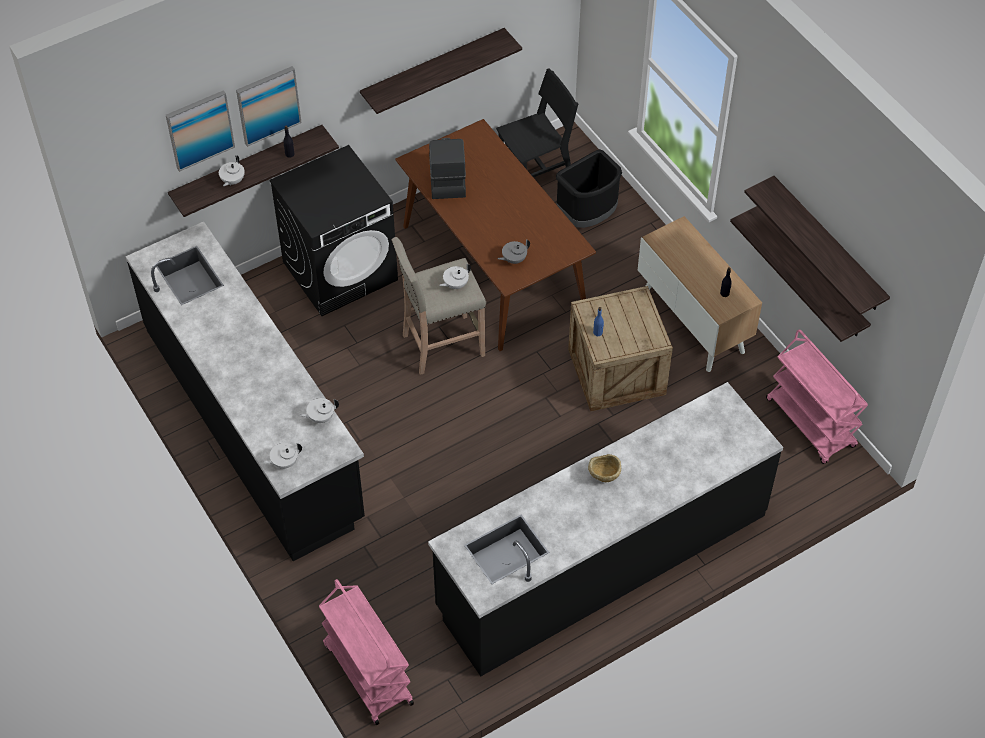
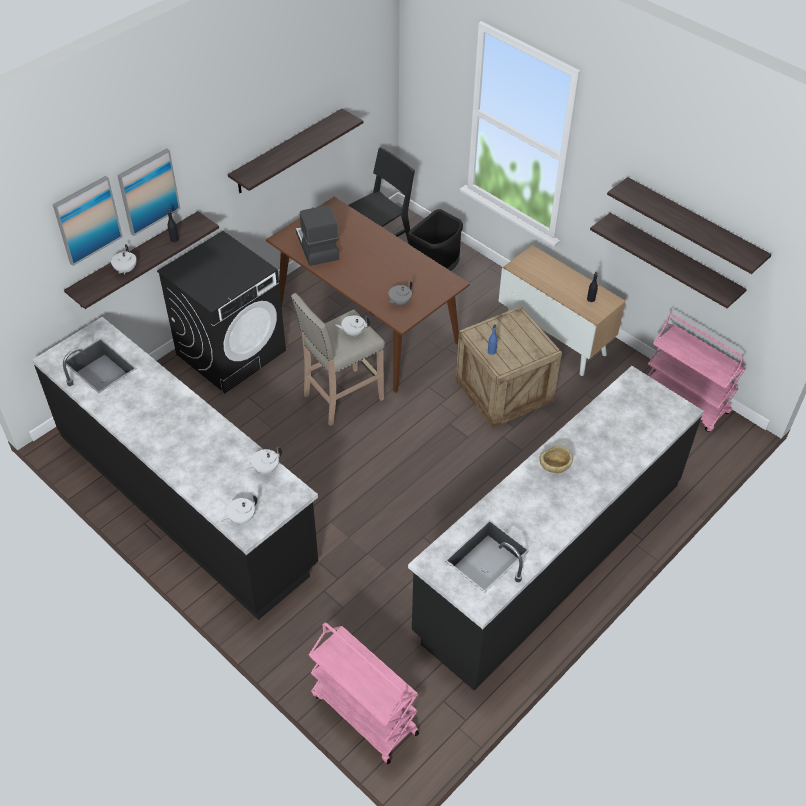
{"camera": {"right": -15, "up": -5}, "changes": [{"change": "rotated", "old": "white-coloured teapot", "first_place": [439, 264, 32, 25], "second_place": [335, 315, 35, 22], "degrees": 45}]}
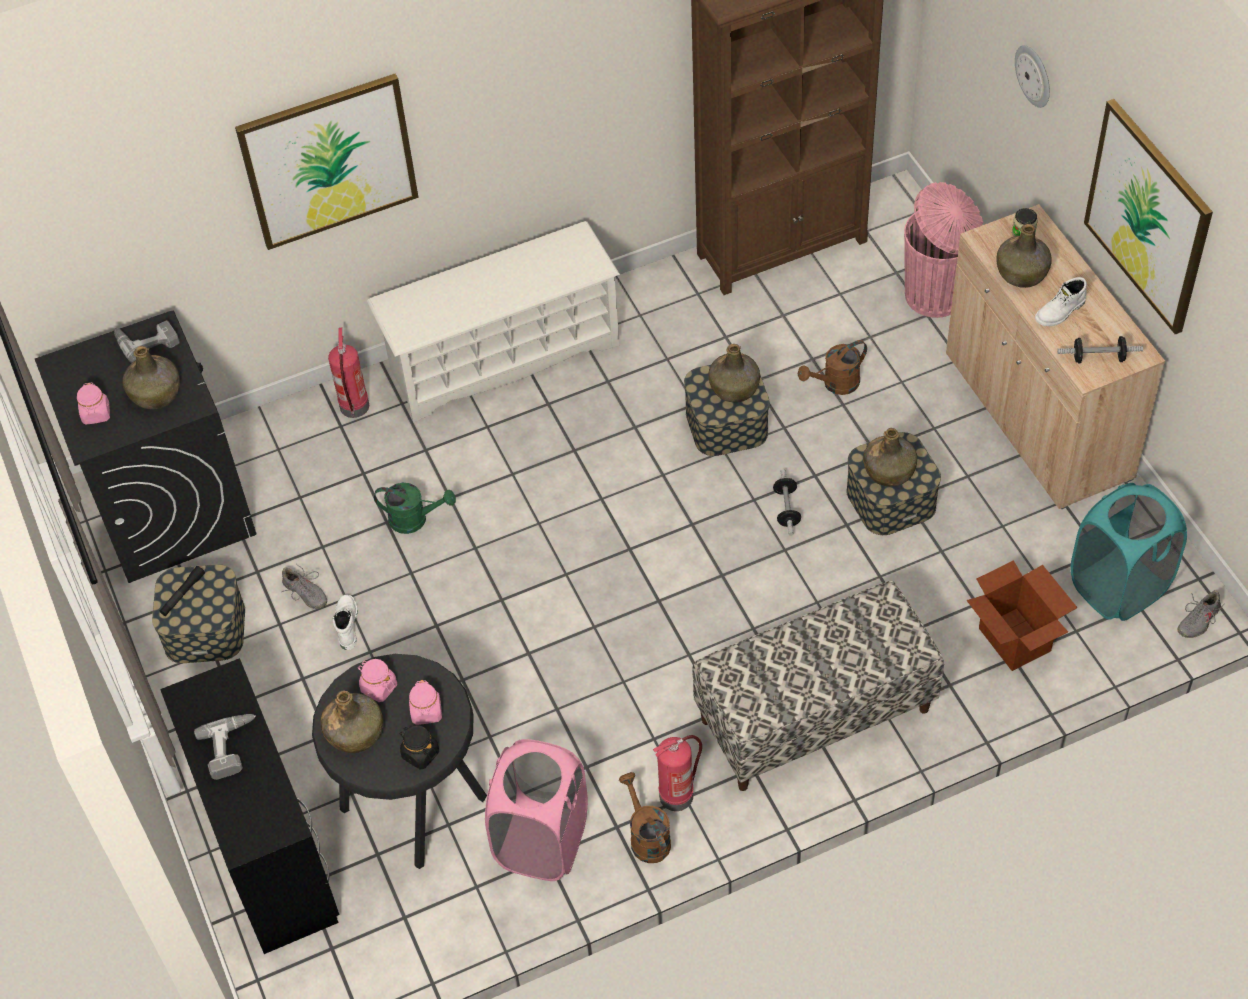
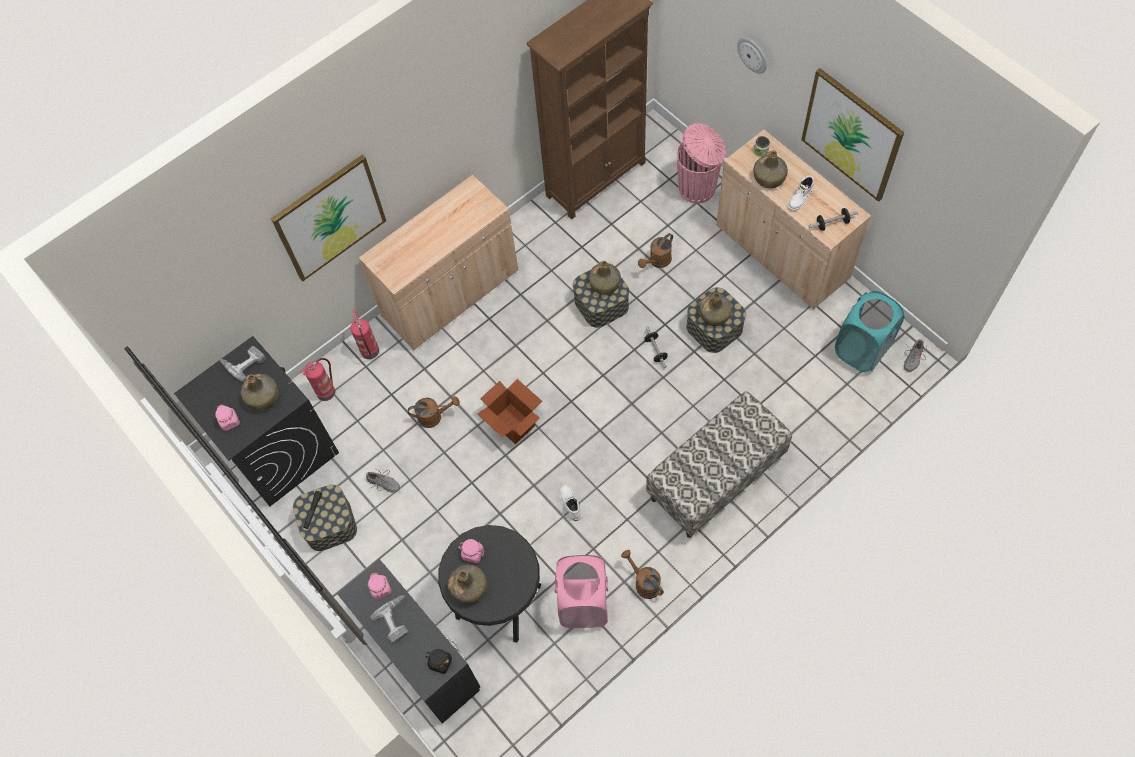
{"camera": {"right": -15, "up": 10}, "changes": [{"change": "shifted", "old": "fire-fighting cylinder", "first_place": [653, 735, 49, 76], "second_place": [301, 358, 34, 43]}, {"change": "swapped", "old": "white-coloured shoe rack", "new": "beige cupboard", "first_place": [367, 221, 253, 201], "second_place": [359, 175, 159, 175]}, {"change": "shifted", "old": "pinkish storage jar", "first_place": [409, 680, 33, 45], "second_place": [368, 573, 24, 27]}, {"change": "repainted", "old": "greenish sprinkling can", "new": "brown-coloured sprinkling can", "first_place": [374, 483, 82, 51], "second_place": [408, 396, 52, 32]}, {"change": "shifted", "old": "black-coloured storage jar", "first_place": [399, 725, 40, 44], "second_place": [425, 649, 27, 25]}, {"change": "shifted", "old": "packing box", "first_place": [966, 560, 112, 111], "second_place": [477, 379, 65, 65]}, {"change": "shifted", "old": "white-coloured boot", "first_place": [333, 595, 25, 55], "second_place": [560, 485, 22, 36]}]}
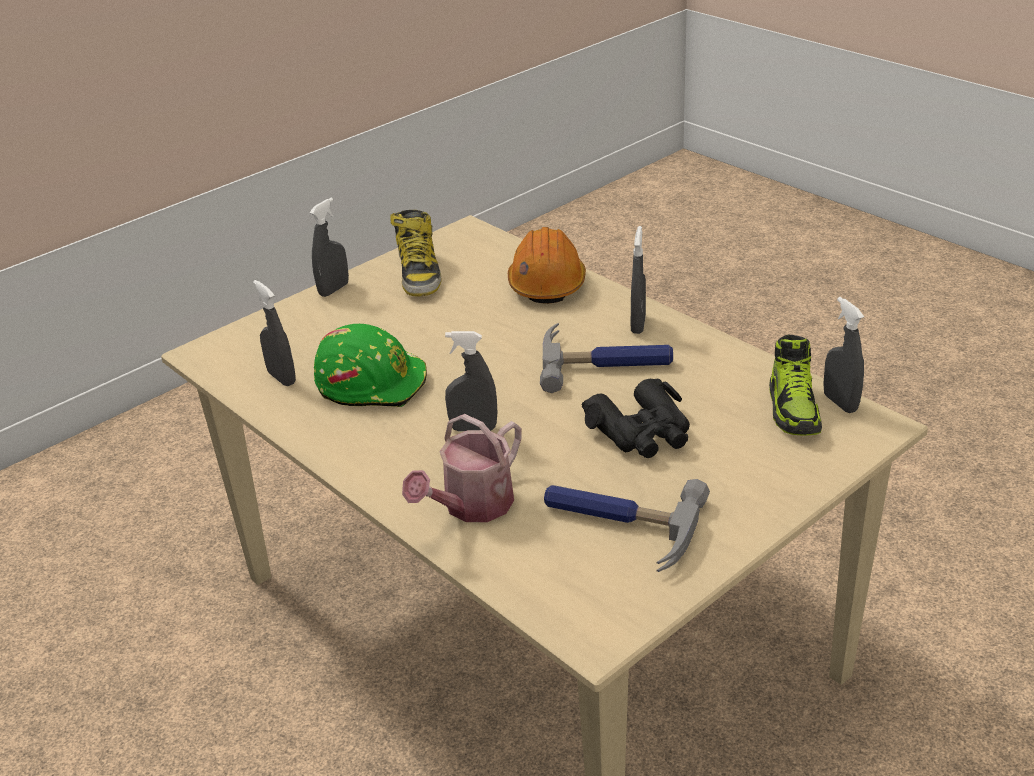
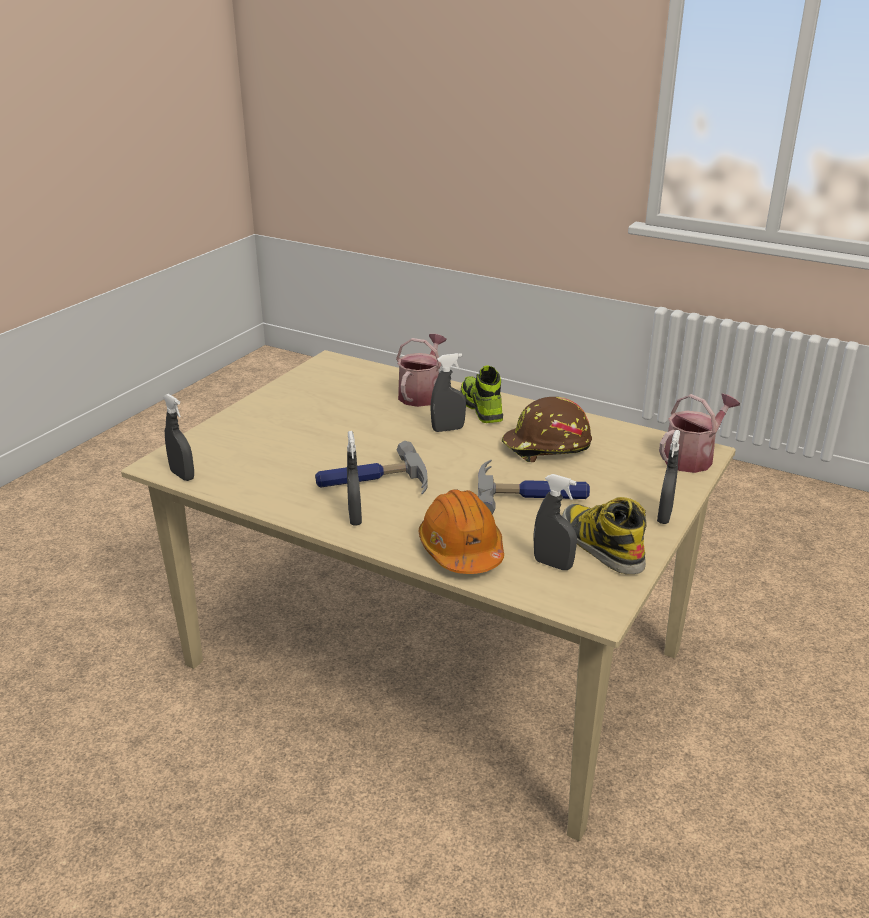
{"camera": {"right": 160, "up": -5}, "changes": [{"change": "shifted", "old": "low shoe", "first_place": [769, 334, 53, 102], "second_place": [460, 365, 43, 58]}, {"change": "shifted", "old": "hammer", "first_place": [544, 479, 166, 93], "second_place": [478, 460, 112, 54]}, {"change": "repainted", "old": "greenish work helmet", "new": "brown-coloured work helmet", "first_place": [314, 324, 113, 83], "second_place": [502, 397, 90, 65]}, {"change": "shifted", "old": "grey spray bottle", "first_place": [253, 280, 43, 106], "second_place": [534, 474, 43, 96]}, {"change": "new", "new": "sprinkling can", "second_place": [659, 393, 81, 80]}, {"change": "gone", "old": "black-coloured pair of binoculars", "first_place": [582, 379, 108, 79]}]}
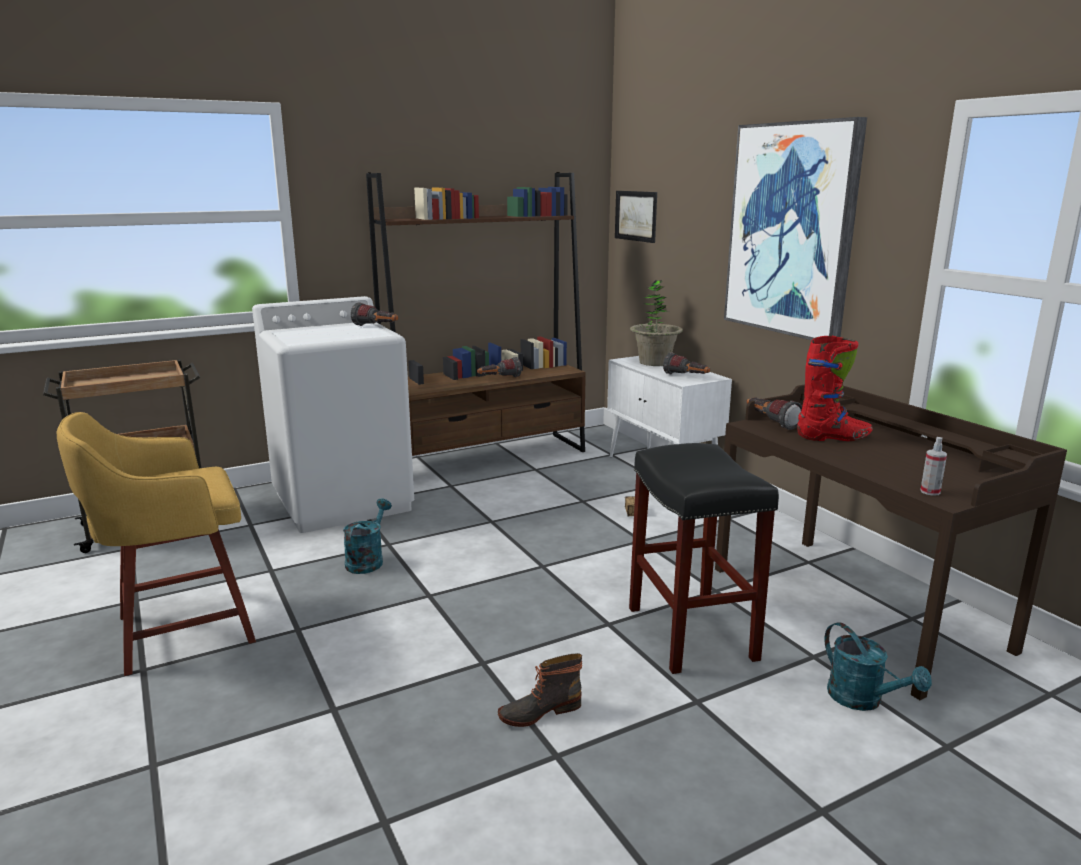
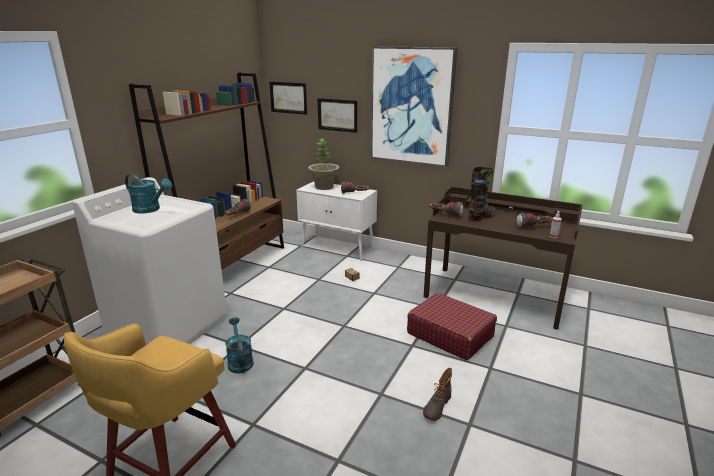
{"camera": {"right": -35, "up": 5}, "changes": [{"change": "shifted", "old": "blue-green sprinkling can", "first_place": [824, 622, 108, 89], "second_place": [125, 174, 47, 40]}, {"change": "new", "new": "wall art", "second_place": [317, 98, 40, 35]}, {"change": "swapped", "old": "black-coloured stool", "new": "red-coloured suitcase", "first_place": [629, 443, 150, 231], "second_place": [407, 293, 90, 67]}, {"change": "repainted", "old": "red-coloured boot", "new": "black-coloured boot", "first_place": [797, 335, 76, 106], "second_place": [468, 166, 28, 55]}, {"change": "shifted", "old": "flashlight", "first_place": [351, 302, 47, 24], "second_place": [516, 212, 37, 16]}]}
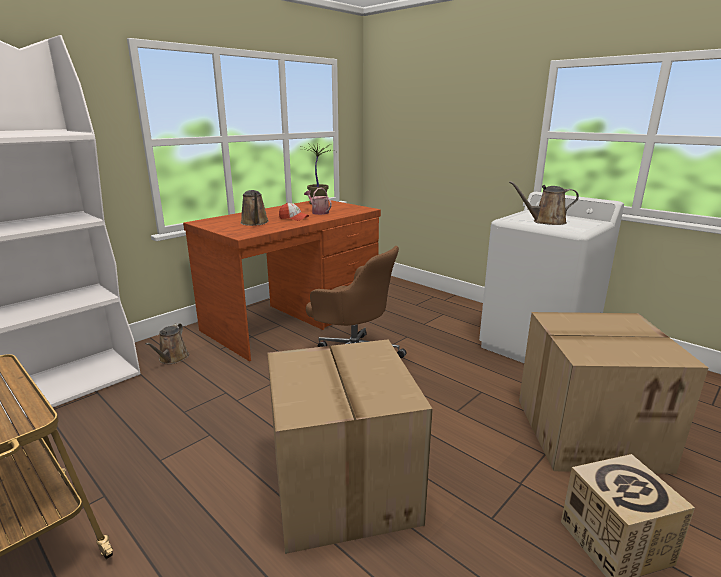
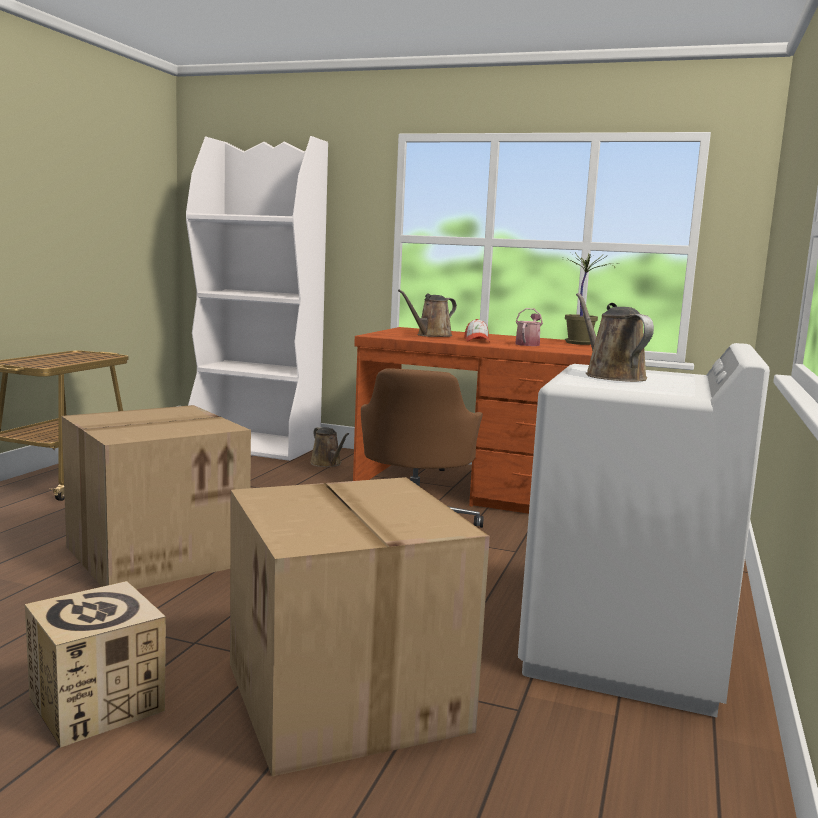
{"camera": {"right": 65, "up": -10}, "changes": [{"change": "rotated", "old": "brown-coloured sprinkling can", "first_place": [145, 323, 44, 41], "second_place": [310, 427, 39, 40], "degrees": -105}]}
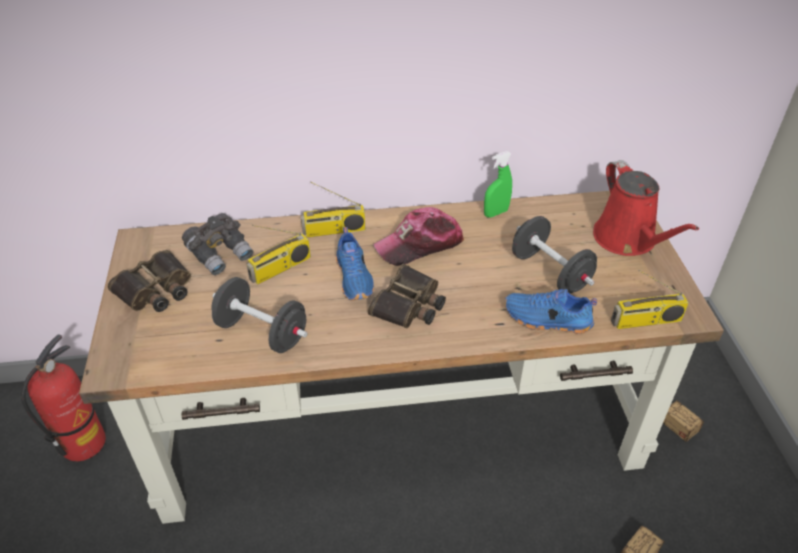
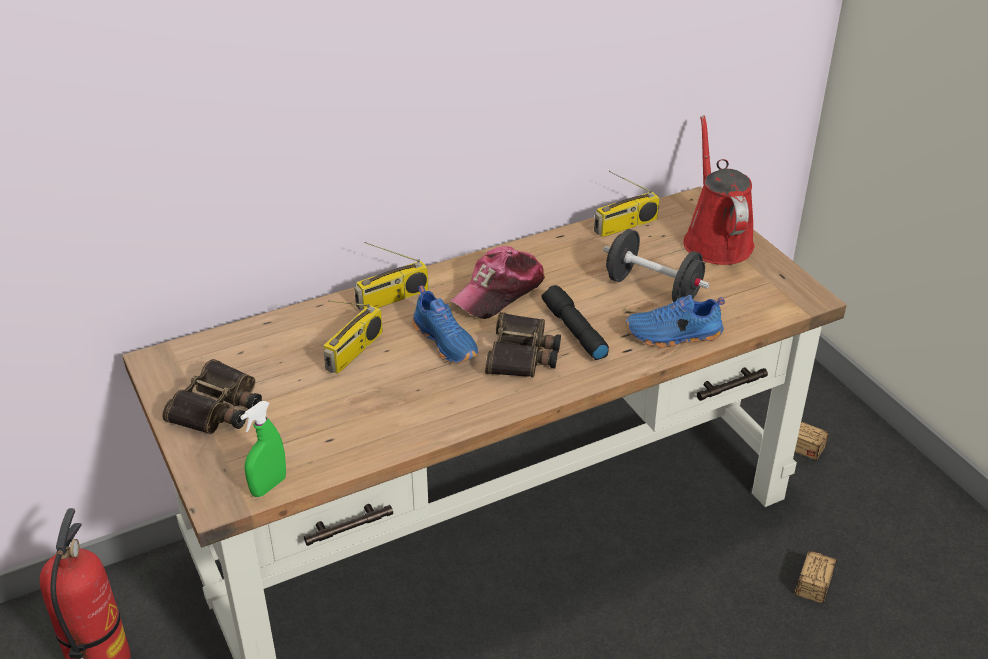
{"camera": {"right": -20, "up": -5}, "changes": [{"change": "shifted", "old": "greenish spray bottle", "first_place": [484, 151, 28, 66], "second_place": [240, 401, 46, 96]}, {"change": "new", "new": "black-coloured flashlight", "second_place": [542, 285, 67, 75]}, {"change": "shifted", "old": "radio", "first_place": [611, 270, 78, 59], "second_place": [594, 171, 66, 66]}, {"change": "rotated", "old": "red-coloured sprinkling can", "first_place": [593, 160, 106, 96], "second_place": [683, 116, 72, 149], "degrees": -150}, {"change": "gone", "old": "grey pair of binoculars", "first_place": [182, 213, 71, 62]}, {"change": "gone", "old": "black-coloured hand weight", "first_place": [212, 277, 95, 76]}]}
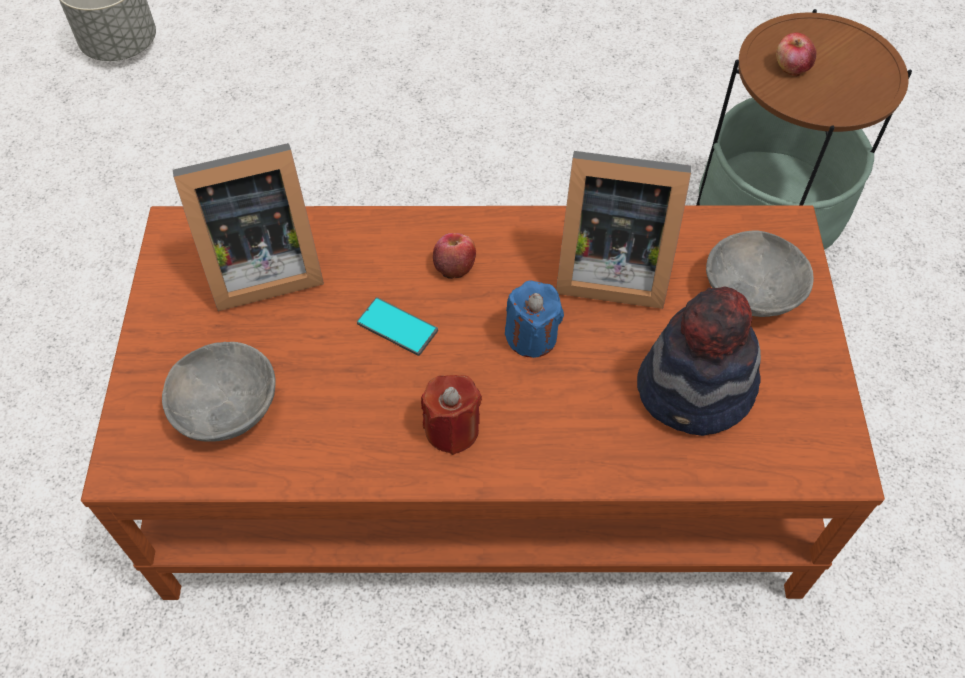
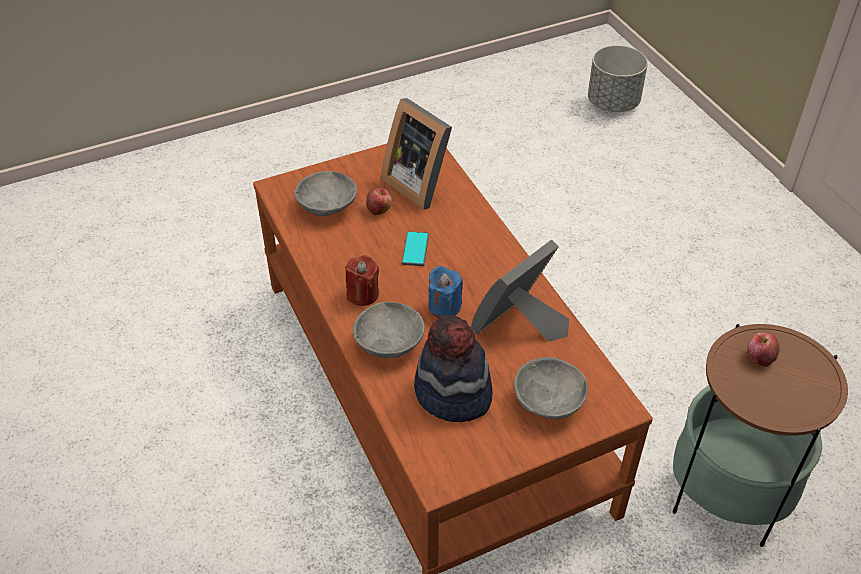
{"camera": {"right": 65, "up": -10}, "changes": [{"change": "new", "new": "grey serving bowl", "second_place": [353, 302, 72, 56]}, {"change": "shifted", "old": "apple", "first_place": [433, 233, 43, 46], "second_place": [366, 188, 26, 27]}, {"change": "rotated", "old": "picture frame", "first_place": [556, 151, 135, 158], "second_place": [471, 239, 98, 103], "degrees": 60}]}
